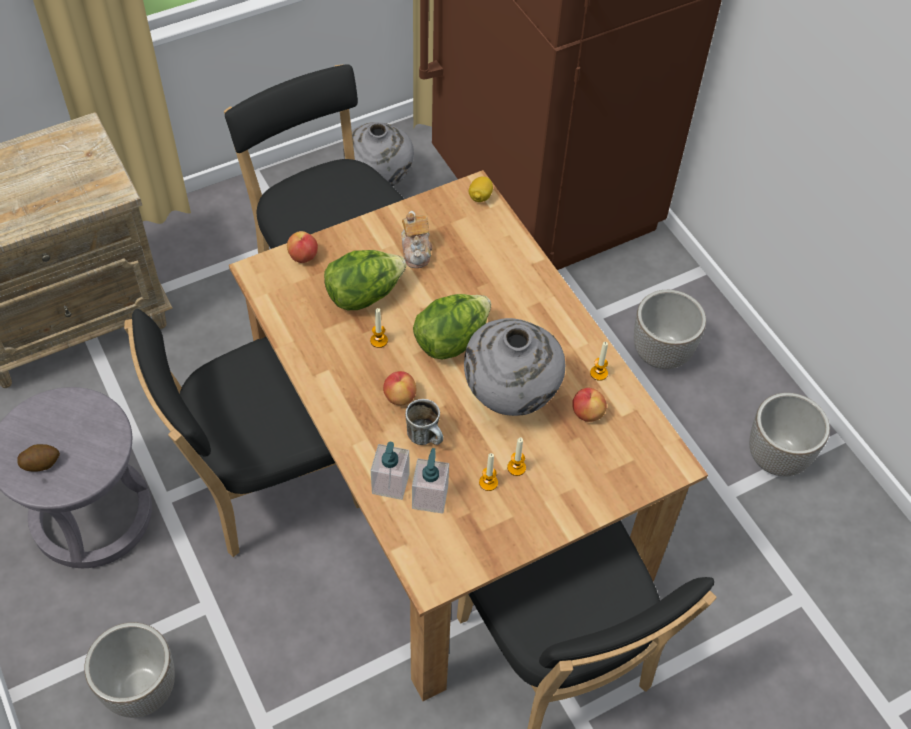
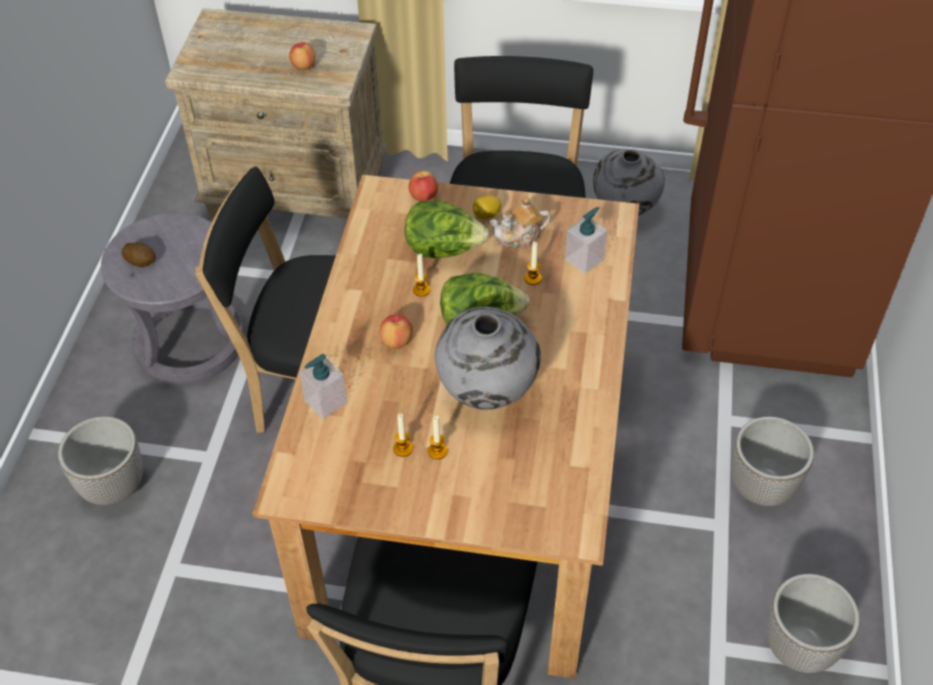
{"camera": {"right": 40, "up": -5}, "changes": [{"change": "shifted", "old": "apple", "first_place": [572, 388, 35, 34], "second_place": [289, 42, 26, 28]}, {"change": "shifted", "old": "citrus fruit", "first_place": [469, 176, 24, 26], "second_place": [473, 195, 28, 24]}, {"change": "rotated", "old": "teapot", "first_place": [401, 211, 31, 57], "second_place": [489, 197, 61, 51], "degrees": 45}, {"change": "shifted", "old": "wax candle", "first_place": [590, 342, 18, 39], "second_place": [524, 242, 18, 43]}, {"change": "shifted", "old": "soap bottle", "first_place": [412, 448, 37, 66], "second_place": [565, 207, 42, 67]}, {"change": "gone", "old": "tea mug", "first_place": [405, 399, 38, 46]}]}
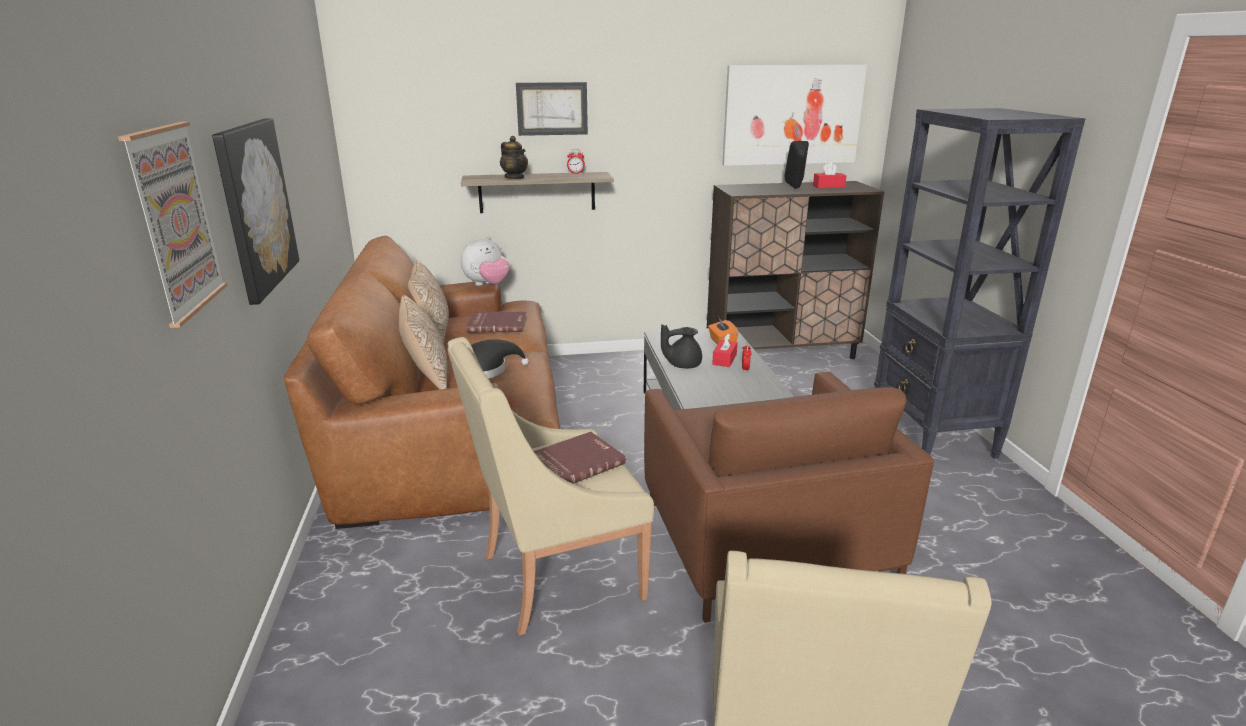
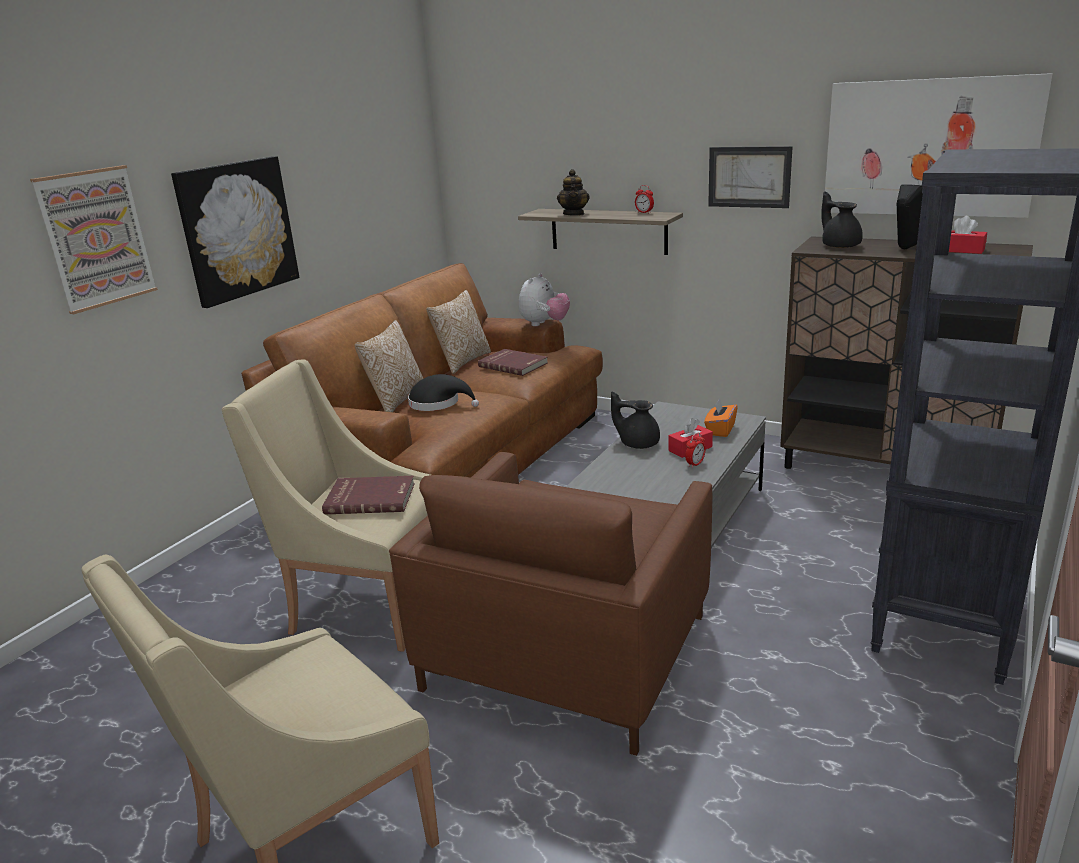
{"camera": {"right": 40, "up": 0}, "changes": [{"change": "rotated", "old": "cuddly toy", "first_place": [461, 236, 49, 50], "second_place": [519, 273, 51, 53], "degrees": -60}, {"change": "shifted", "old": "wall art", "first_place": [516, 82, 72, 54], "second_place": [708, 146, 85, 62]}, {"change": "new", "new": "black-coloured teapot", "second_place": [821, 191, 42, 57]}]}
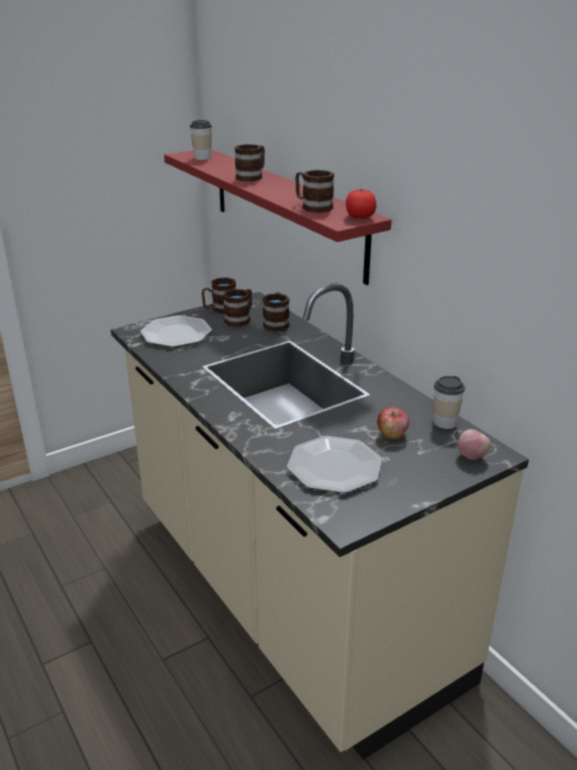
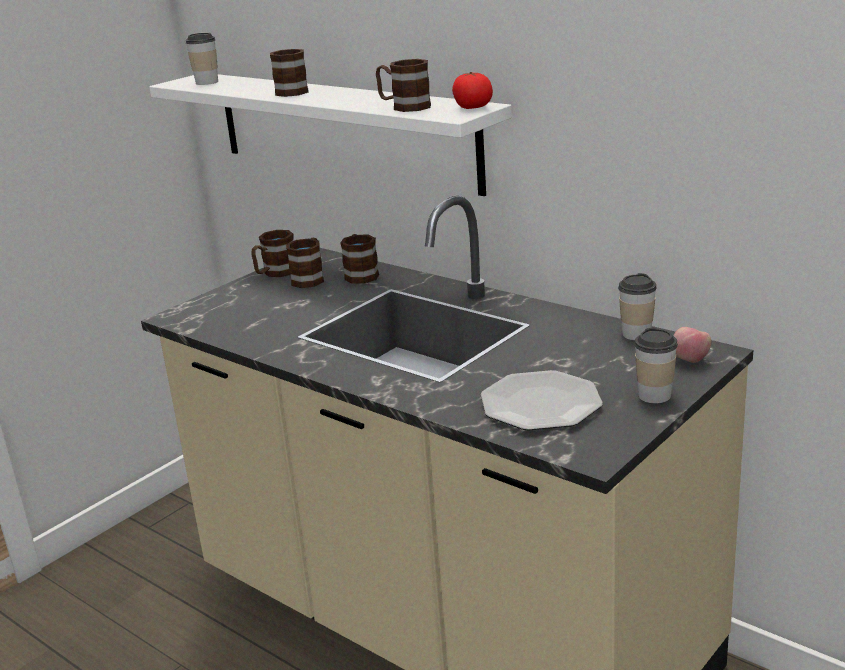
{"camera": {"right": -15, "up": -5}, "changes": [{"change": "repainted", "old": "red-coloured bracket shelf", "new": "white-coloured bracket shelf", "first_place": [164, 149, 228, 136], "second_place": [149, 74, 363, 122]}, {"change": "new", "new": "small cup", "second_place": [634, 328, 44, 75]}, {"change": "gone", "old": "plate", "first_place": [140, 315, 72, 32]}, {"change": "gone", "old": "apple", "first_place": [377, 407, 33, 32]}]}
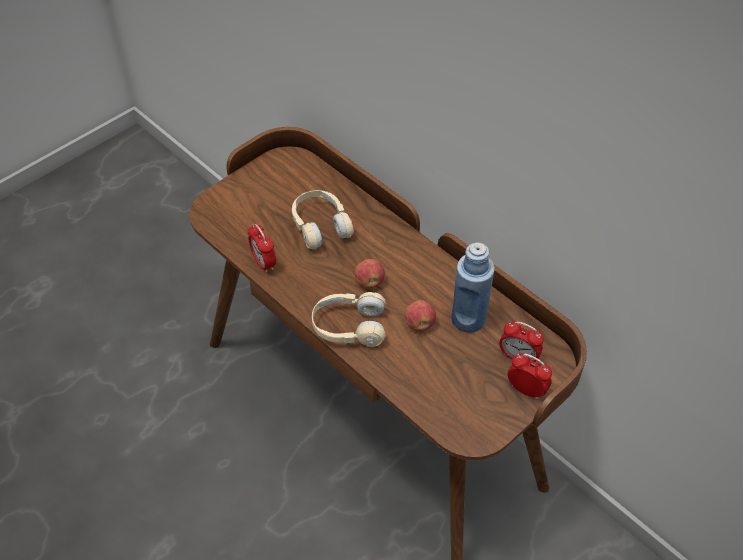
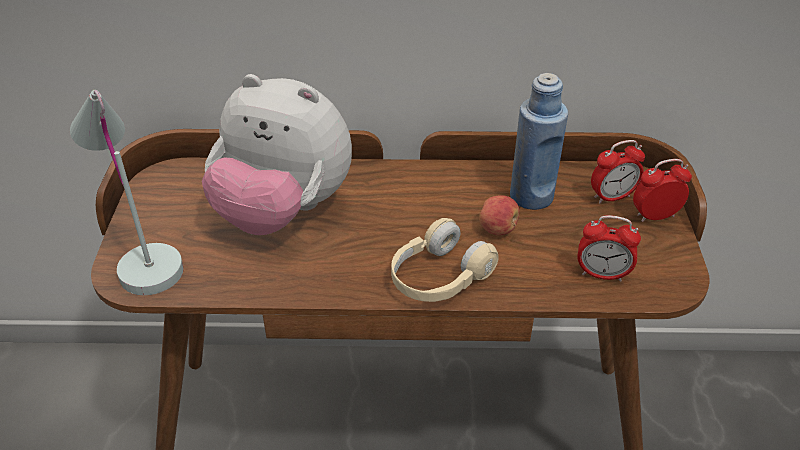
{"camera": {"right": -45, "up": -10}, "changes": [{"change": "new", "new": "white-coloured lamp for a table", "second_place": [70, 90, 114, 205]}, {"change": "swapped", "old": "beige pair of headphones", "new": "cuddly toy", "first_place": [292, 190, 62, 59], "second_place": [202, 74, 150, 161]}, {"change": "shifted", "old": "table clock", "first_place": [248, 224, 28, 49], "second_place": [577, 215, 64, 67]}, {"change": "gone", "old": "apple", "first_place": [355, 259, 30, 29]}]}
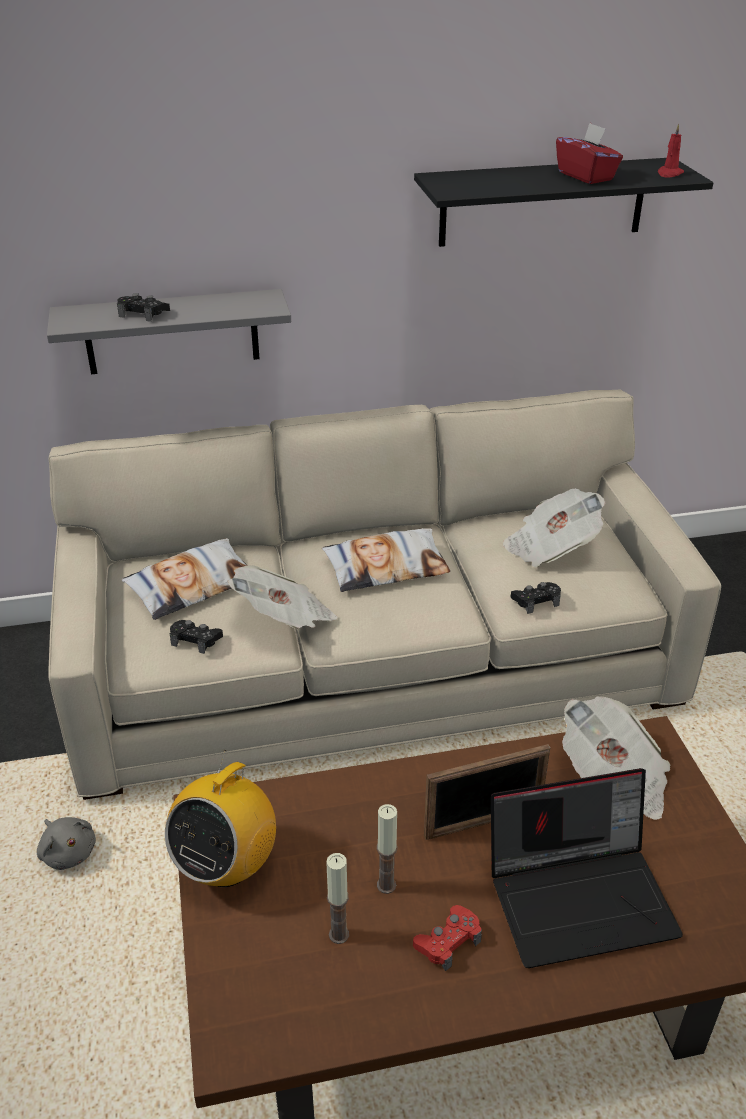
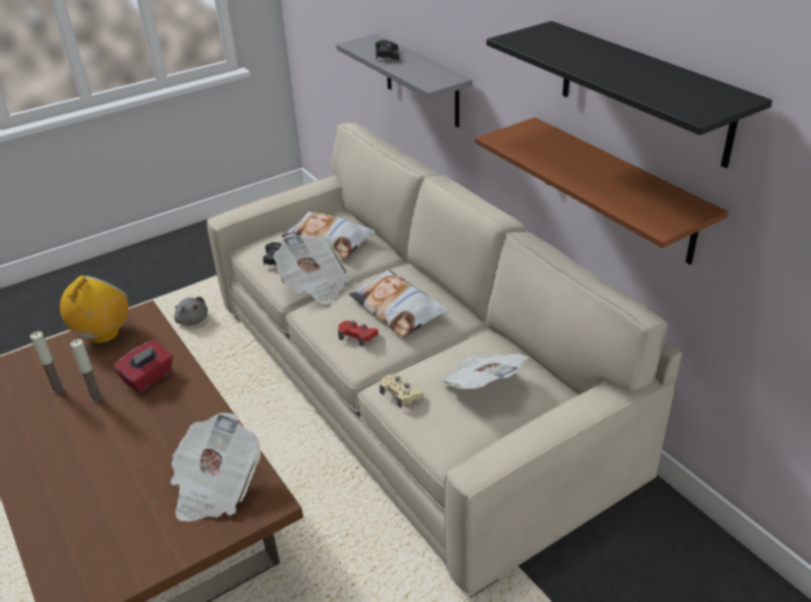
{"camera": {"right": 70, "up": 0}, "changes": [{"change": "rotated", "old": "radio", "first_place": [165, 750, 111, 137], "second_place": [60, 275, 69, 69], "degrees": 105}, {"change": "shifted", "old": "red-coloured tissue holder", "first_place": [556, 123, 67, 61], "second_place": [114, 340, 59, 52]}, {"change": "rotated", "old": "grey cuddly toy", "first_place": [37, 817, 59, 53], "second_place": [174, 296, 34, 30], "degrees": -75}, {"change": "shifted", "old": "red-coloured game controller", "first_place": [413, 905, 69, 66], "second_place": [338, 321, 40, 26]}, {"change": "repainted", "old": "black-coloured game controller", "new": "beige game controller", "first_place": [511, 582, 50, 32], "second_place": [380, 374, 43, 34]}, {"change": "new", "new": "brown-coloured bracket shelf", "second_place": [475, 117, 253, 148]}, {"change": "gone", "old": "picture frame", "first_place": [424, 744, 126, 96]}, {"change": "gone", "old": "portable computer", "first_place": [491, 768, 192, 200]}, {"change": "gone", "old": "red-coloured wax candle", "first_place": [658, 123, 26, 55]}]}
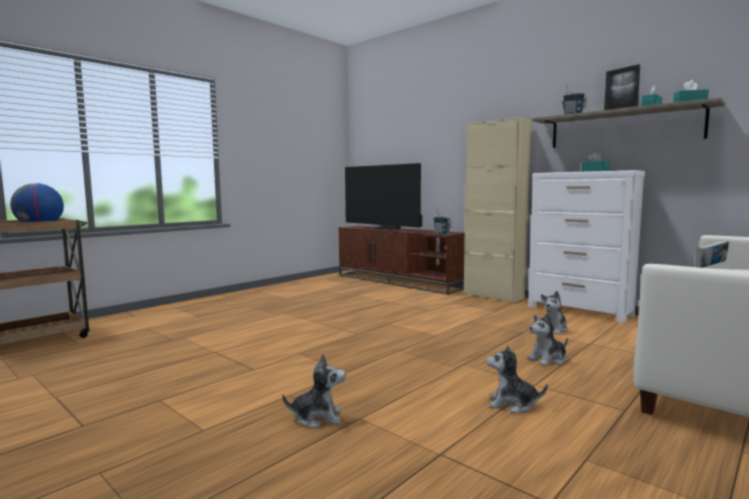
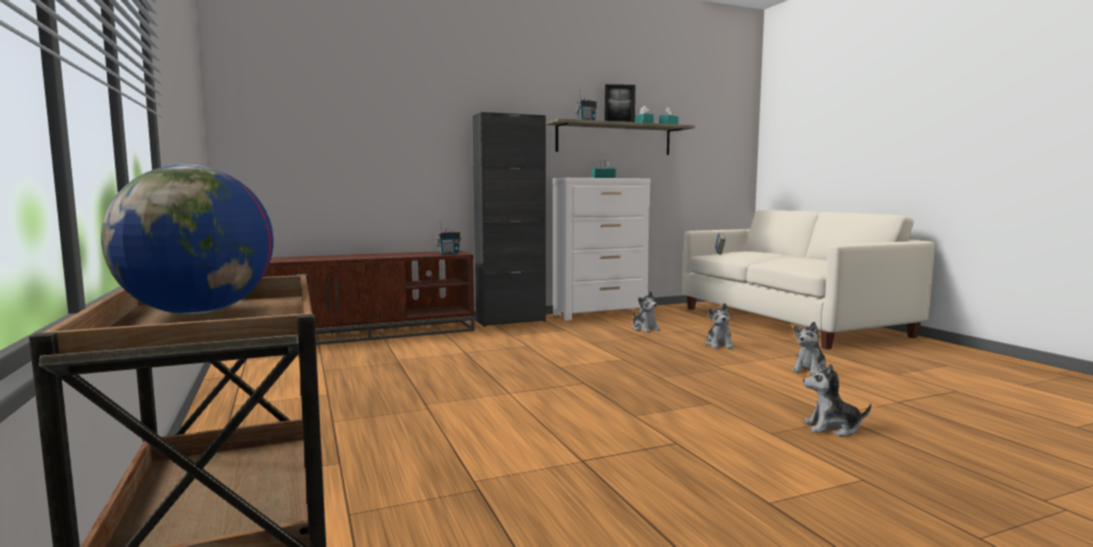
{"camera": {"right": -65, "up": 0}, "changes": [{"change": "repainted", "old": "beige cupboard", "new": "black-coloured cupboard", "first_place": [464, 117, 67, 186], "second_place": [473, 112, 73, 215]}, {"change": "rotated", "old": "cuddly toy", "first_place": [282, 354, 64, 74], "second_place": [803, 364, 68, 72], "degrees": -105}, {"change": "gone", "old": "television", "first_place": [345, 163, 77, 67]}]}
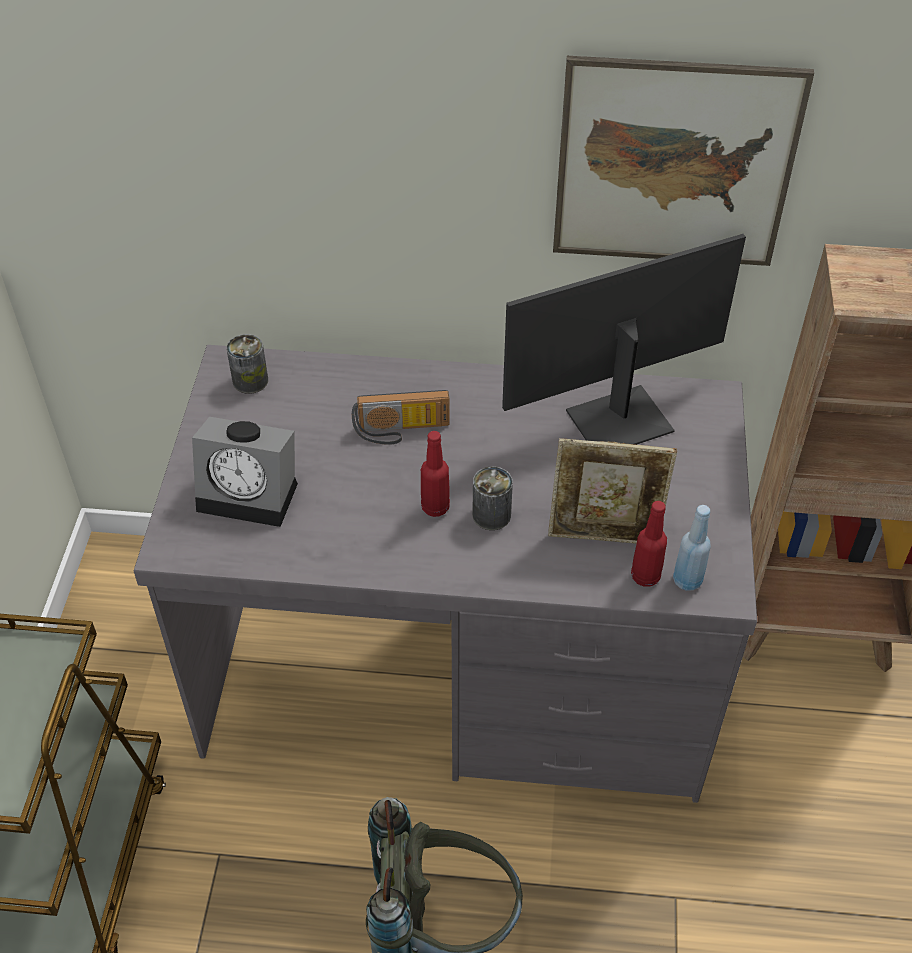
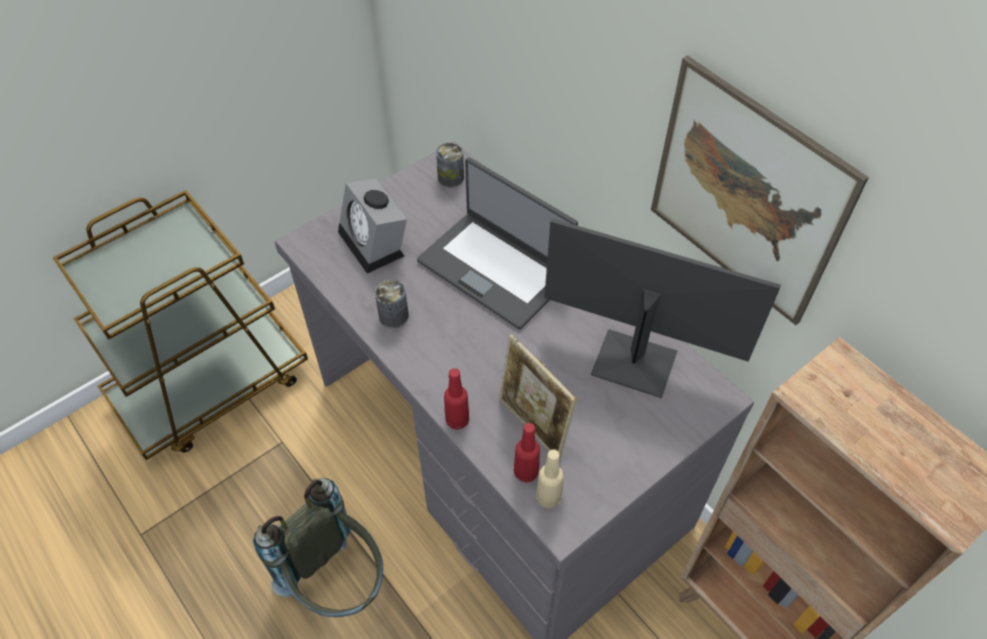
{"camera": {"right": 45, "up": 5}, "changes": [{"change": "shifted", "old": "sealed can", "first_place": [472, 466, 41, 64], "second_place": [375, 280, 34, 48]}, {"change": "swapped", "old": "radio", "new": "portable computer", "first_place": [352, 390, 98, 55], "second_place": [417, 158, 161, 171]}, {"change": "shifted", "old": "red-coloured beverage bottle", "first_place": [421, 431, 29, 86], "second_place": [444, 368, 25, 62]}, {"change": "repainted", "old": "bluish beverage bottle", "new": "beige beverage bottle", "first_place": [673, 505, 38, 86], "second_place": [536, 450, 28, 58]}]}
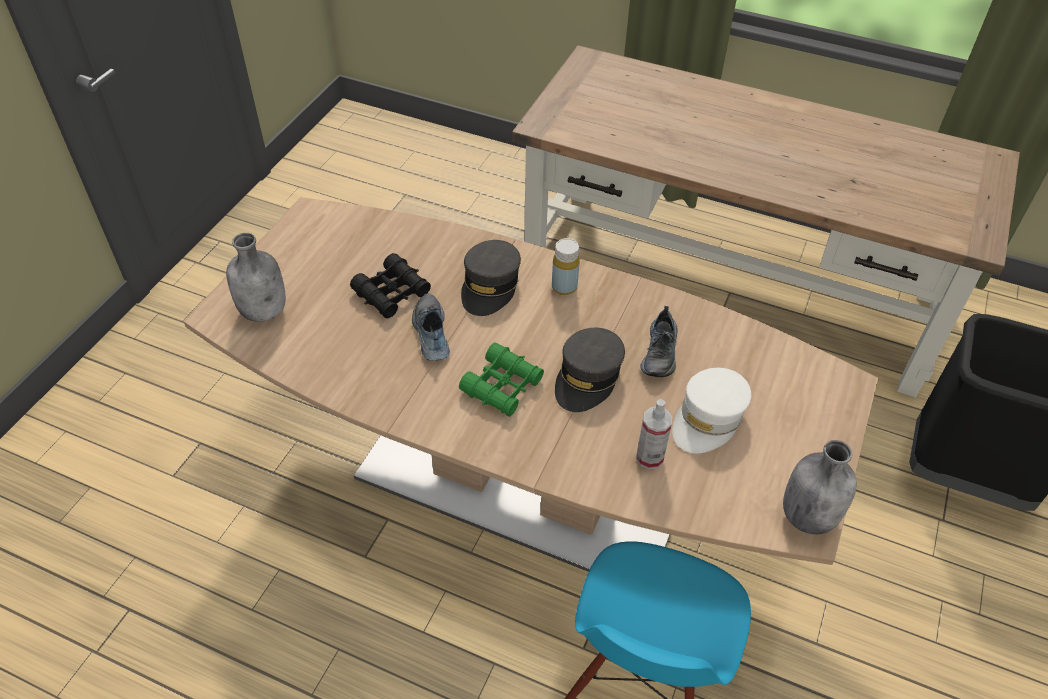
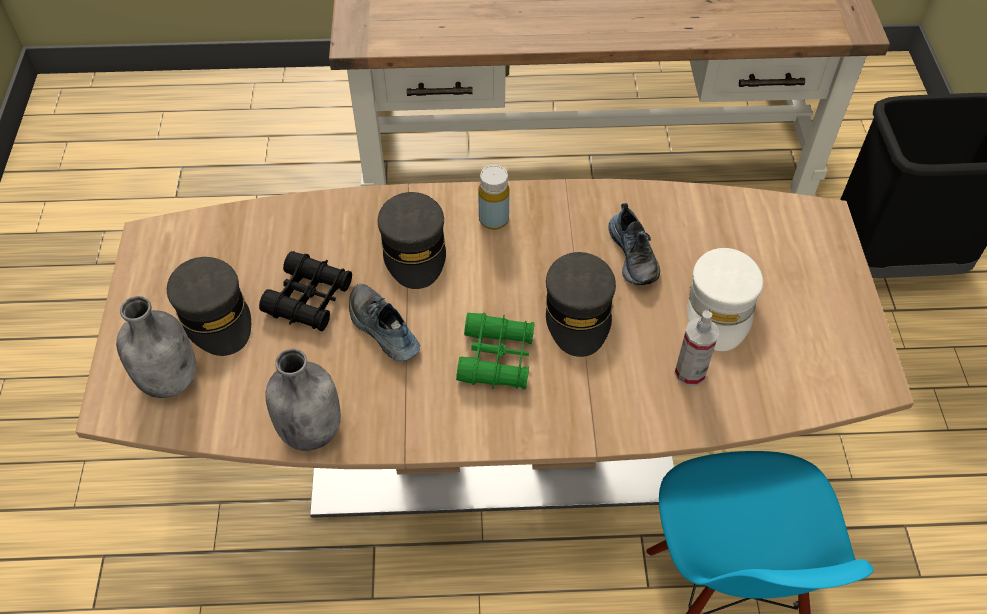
{"camera": {"right": -25, "up": 5}, "changes": [{"change": "new", "new": "grey peaked cap", "second_place": [167, 257, 84, 99]}, {"change": "shifted", "old": "grey beverage bottle", "first_place": [783, 440, 74, 94], "second_place": [265, 349, 76, 102]}]}
